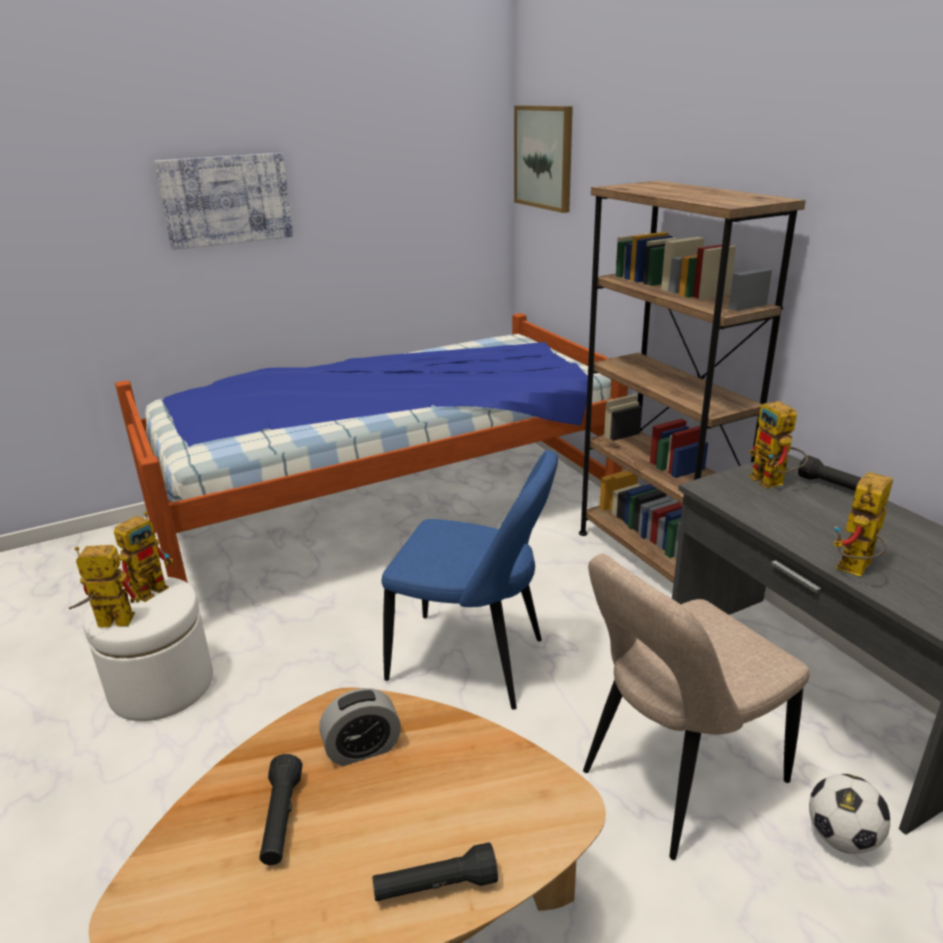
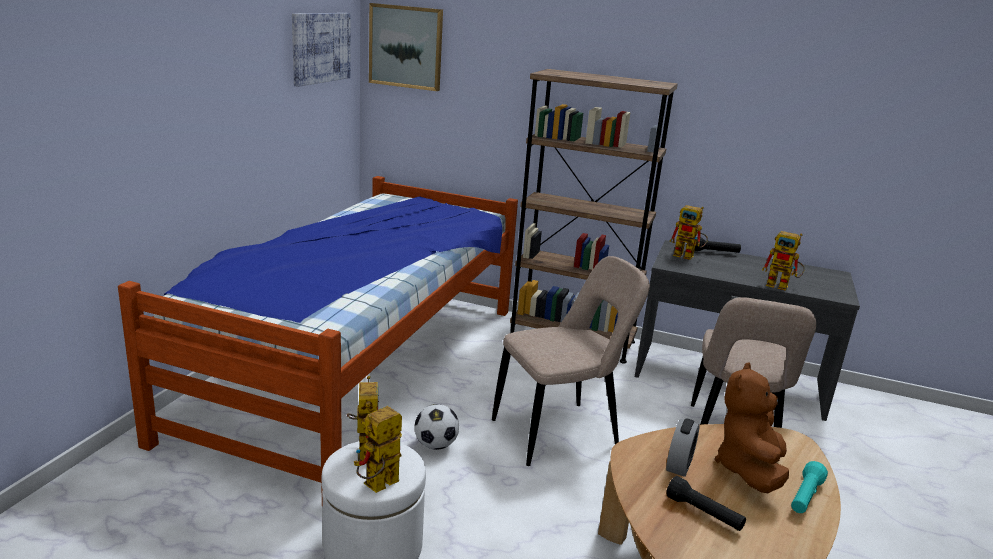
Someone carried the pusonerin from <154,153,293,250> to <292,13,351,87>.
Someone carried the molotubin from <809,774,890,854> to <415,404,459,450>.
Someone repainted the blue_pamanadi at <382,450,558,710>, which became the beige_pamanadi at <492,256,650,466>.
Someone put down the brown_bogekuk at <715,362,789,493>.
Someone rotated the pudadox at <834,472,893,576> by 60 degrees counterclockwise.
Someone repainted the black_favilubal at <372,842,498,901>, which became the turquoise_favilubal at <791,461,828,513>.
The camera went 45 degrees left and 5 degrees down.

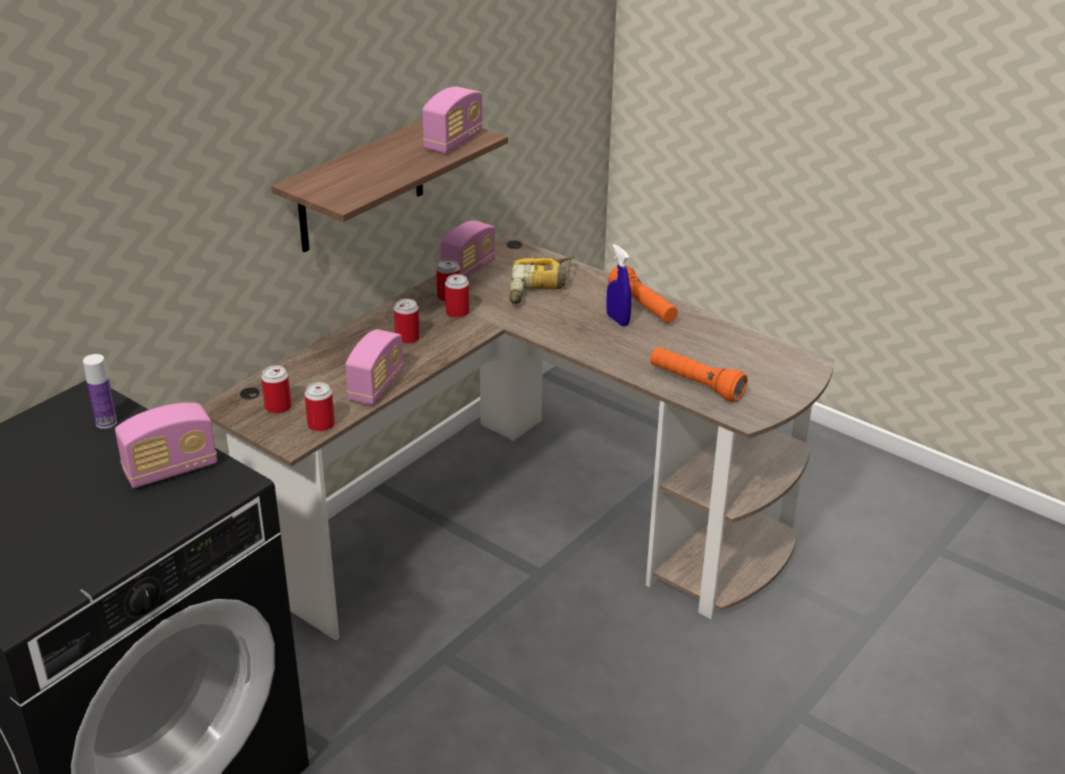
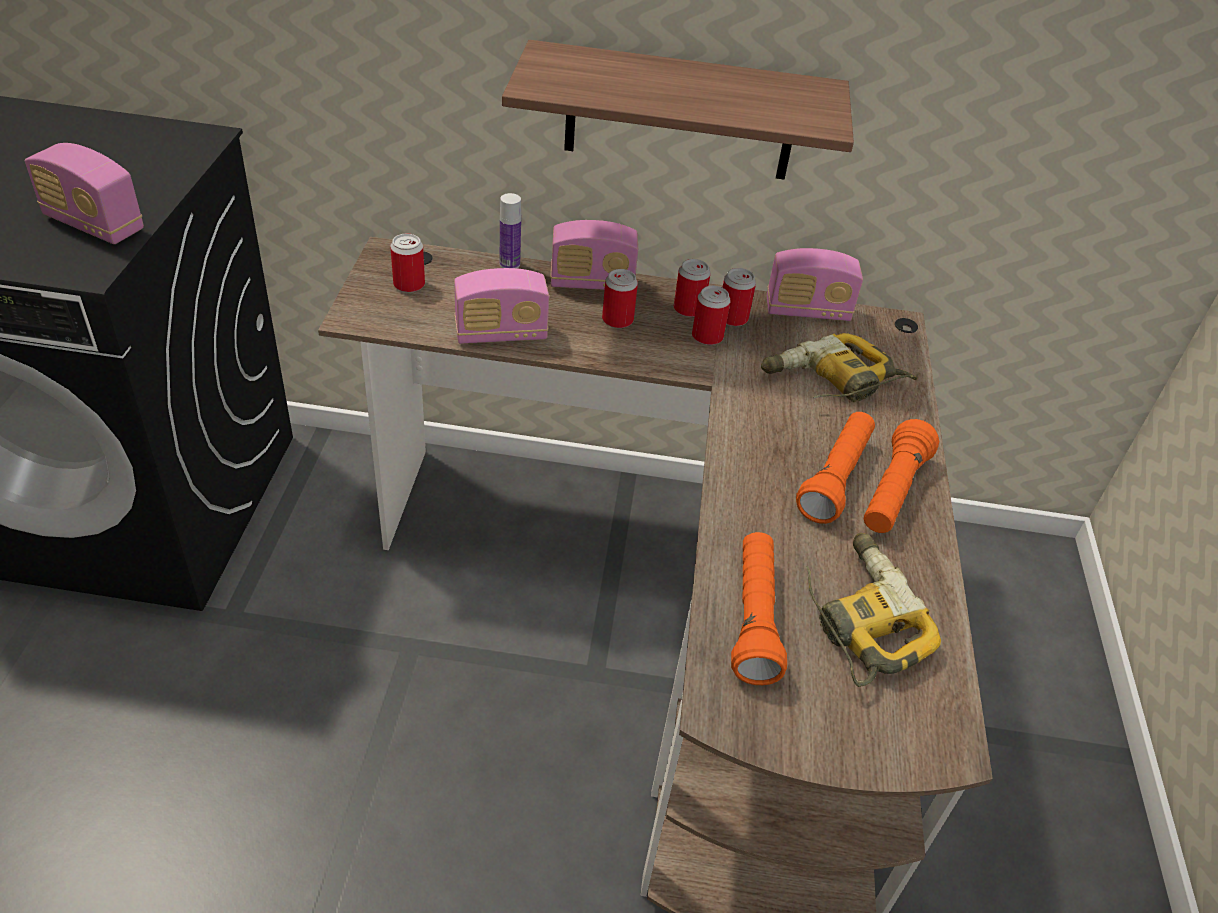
Someone carried the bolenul from <83,354,117,429> to <500,193,521,269>.
Someone carried the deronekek from <422,87,483,153> to <551,220,638,290>.
Someone carried the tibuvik from <305,382,335,432> to <674,259,711,317>.
Someone swapped the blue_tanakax at <606,244,632,326> for the orange_favilubal at <796,412,875,524>.
Someone put down the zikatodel at <806,533,941,687>.
The camera went 55 degrees right and 10 degrees up.

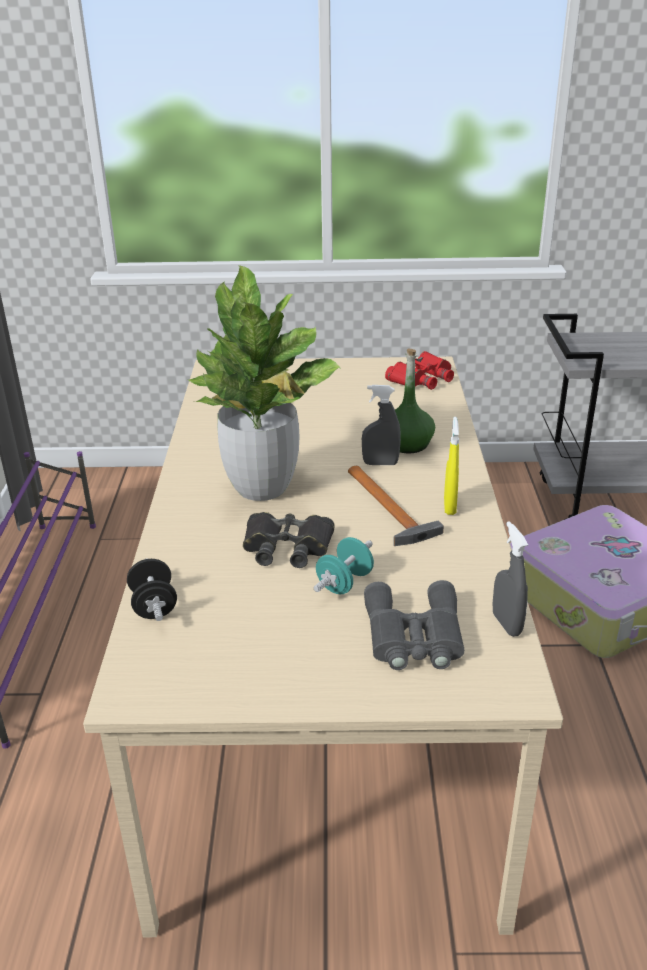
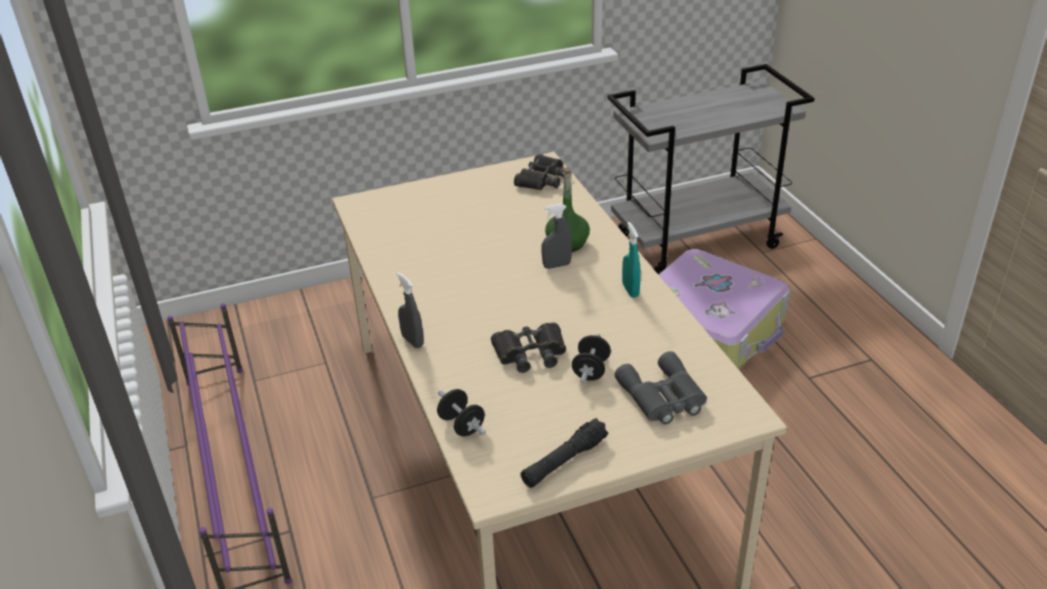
Someone carried the grey_tanakax from <493,521,528,637> to <397,272,424,348>.
Someone repainted the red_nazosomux at <385,351,454,390>, which became the black_nazosomux at <514,154,569,190>.
Someone put down the black_favilubal at <521,418,608,488>.
Someone repainted the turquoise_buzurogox at <314,537,374,594>, which became the black_buzurogox at <572,334,611,383>.
Someone repainted the yellow_tanakax at <444,417,459,515>, which became the turquoise_tanakax at <622,222,641,298>.
Someone took away the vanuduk at <188,265,340,501>.
Someone took away the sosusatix at <348,466,444,546>.
The camera went 20 degrees left and 5 degrees up.

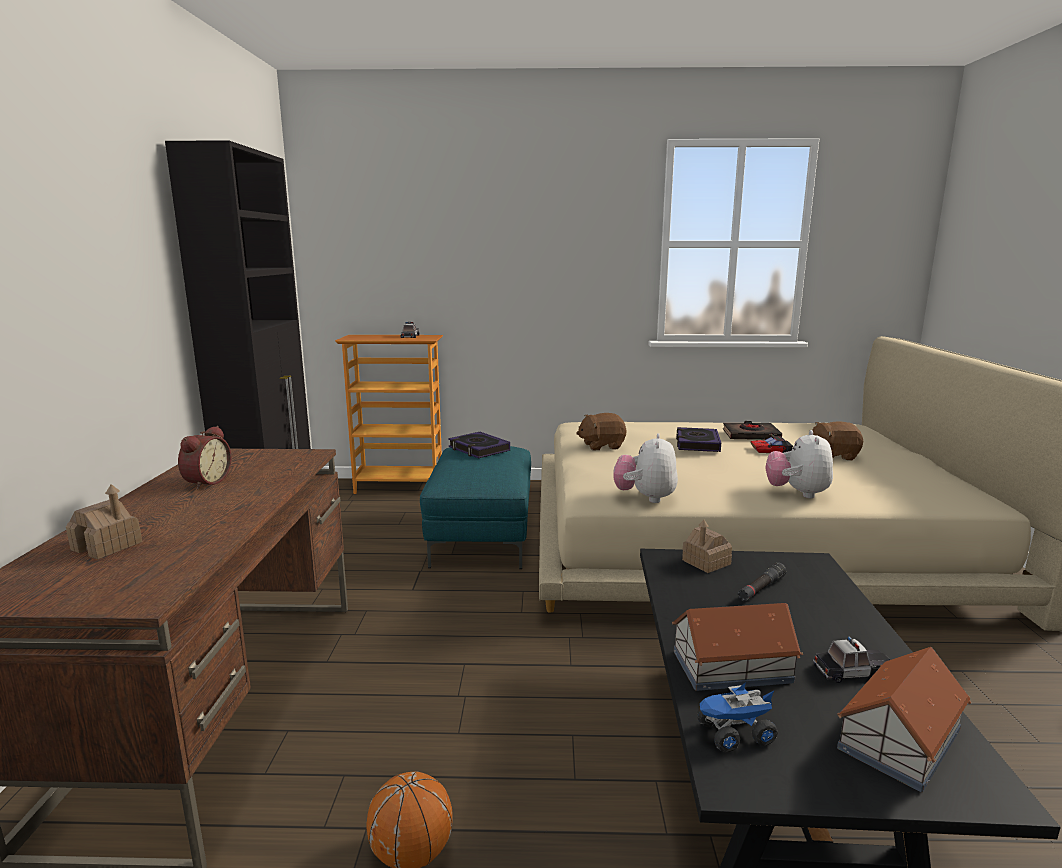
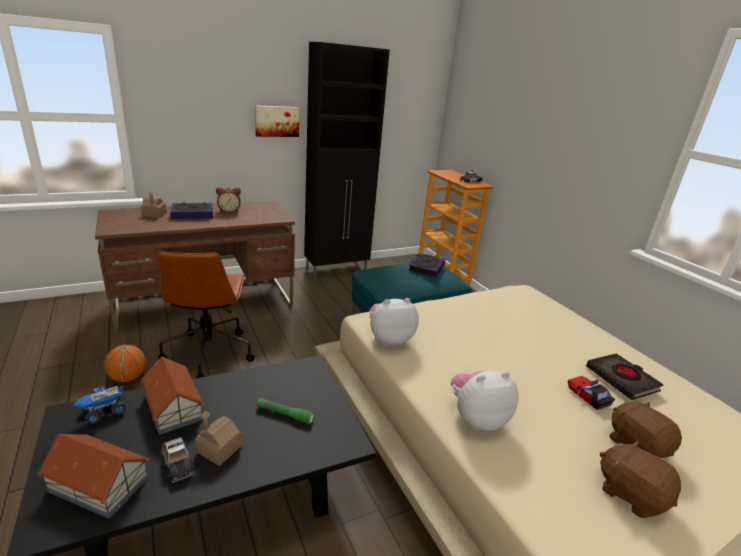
Someone rotated the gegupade at <697,682,778,753> by 90 degrees counterclockwise.
Someone put down the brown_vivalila at <157,251,255,378>.
Someone carried the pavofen from <676,427,721,452> to <170,202,213,219>.
Someone carried the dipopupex from <682,520,732,573> to <195,411,243,466>.
Someone put up the pusonerin at <255,105,299,137>.
Someone repainted the black_favilubal at <738,563,786,601>, which became the green_favilubal at <256,398,314,424>.
Someone carried the brown_bogekuk from <576,413,626,450> to <600,440,681,518>.
The camera went 60 degrees right and 10 degrees up.

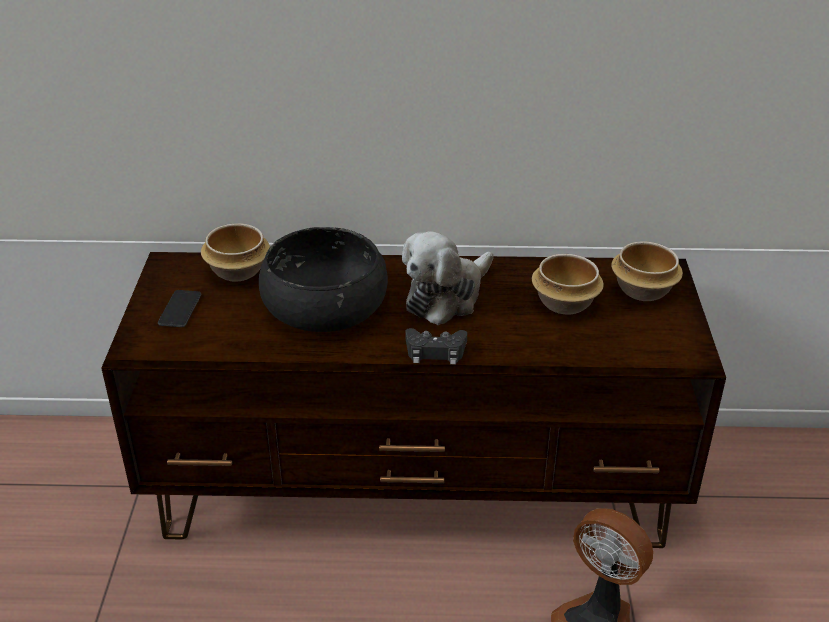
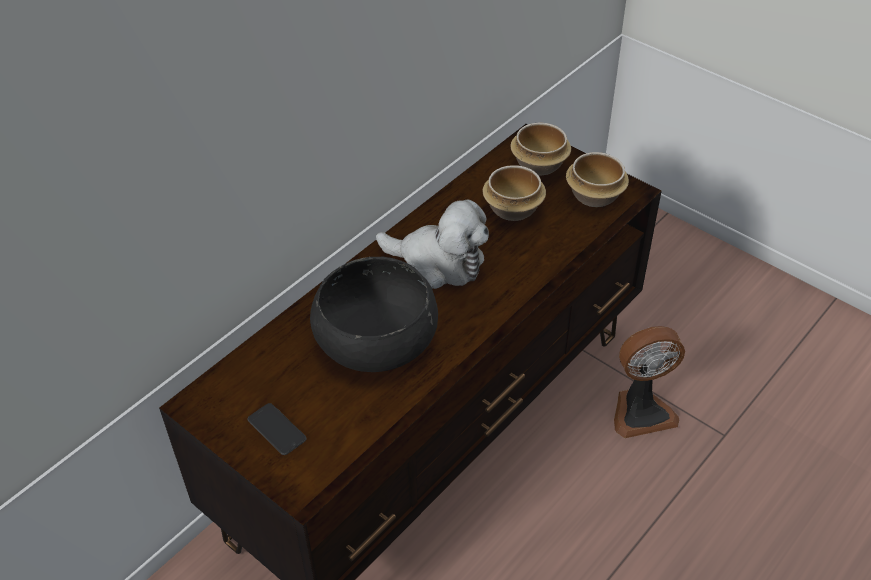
Someone rotated the bogekuk at <402,232,493,325> by 60 degrees counterclockwise.
Someone carried the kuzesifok from <201,223,270,282> to <566,152,629,207>.
Someone took away the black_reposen at <405,328,467,365>.
The camera went 50 degrees left and 10 degrees up.

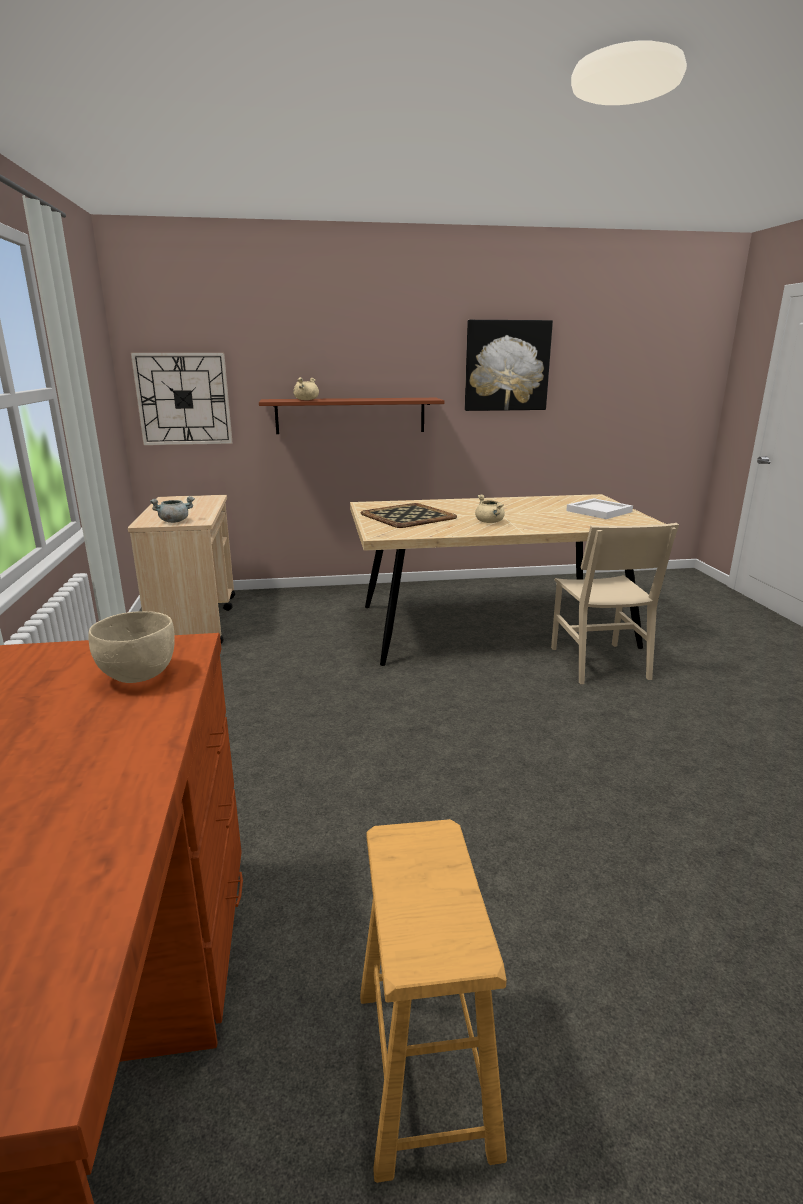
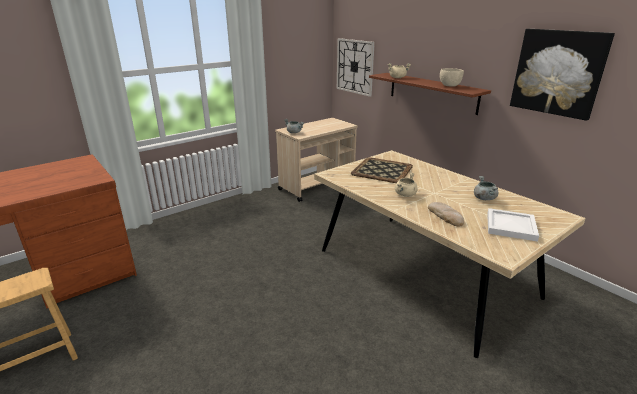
Someone put down the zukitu at <428,202,464,226>.
Someone carried the beige_kuzesifok from <89,611,175,683> to <440,68,464,87>.
Someone put down the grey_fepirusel at <474,176,498,200>.
Someone took away the beige_pamanadi at <551,523,679,684>.
The camera went 60 degrees right and 5 degrees up.

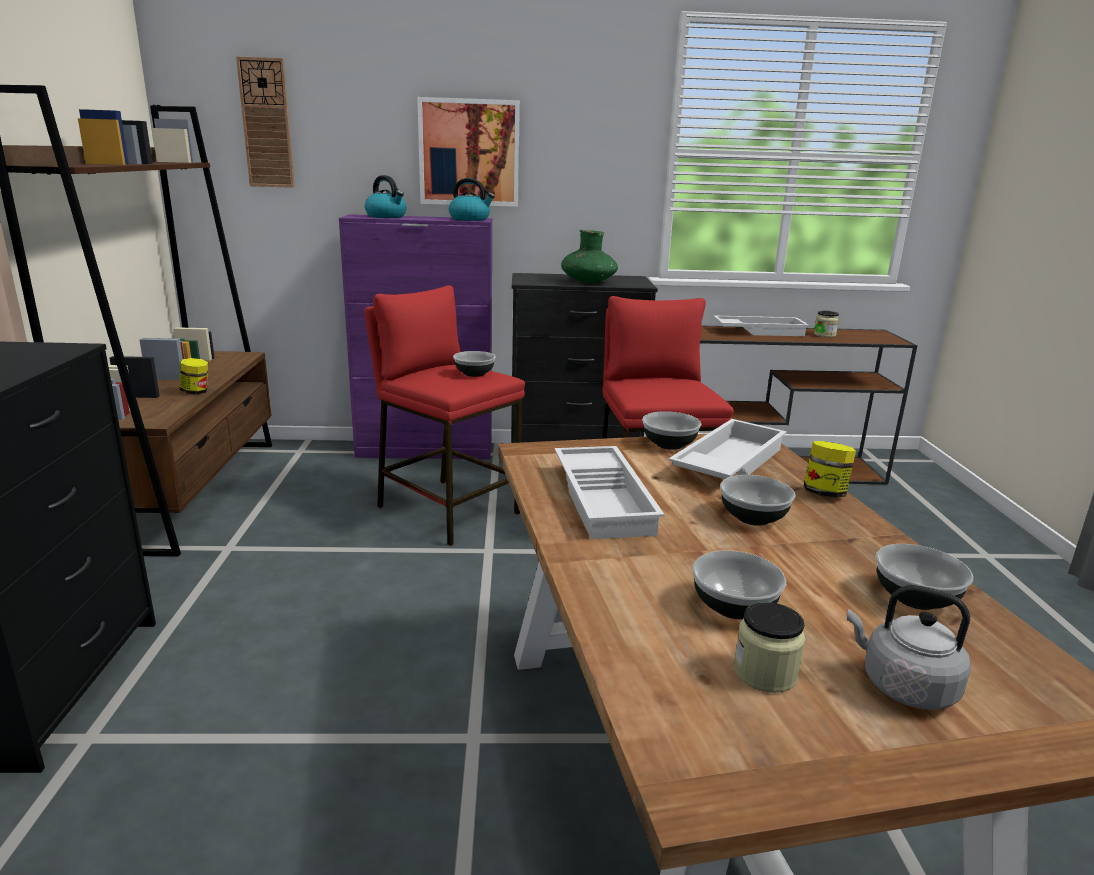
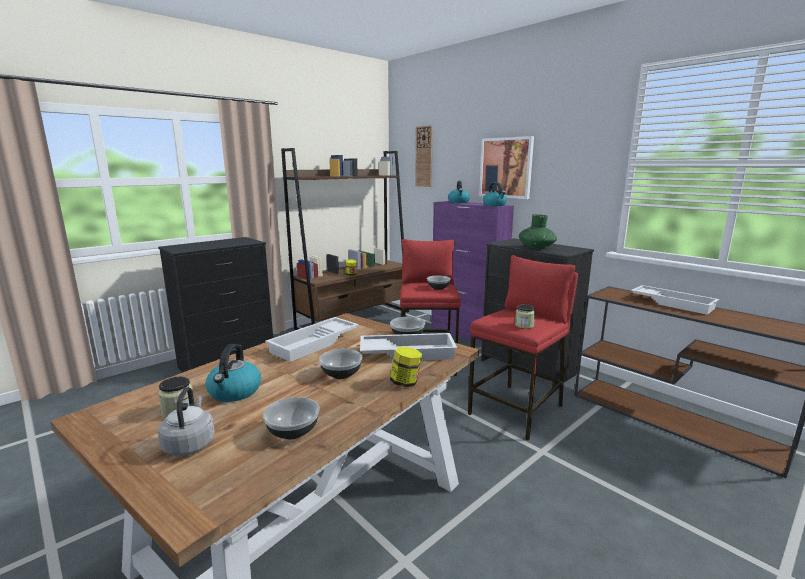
Someone swapped the kuzesifok at <692,550,786,619> for the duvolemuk at <205,344,261,402>.
Someone carried the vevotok from <814,311,839,337> to <515,304,535,329>.
The camera went 50 degrees right and 5 degrees down.

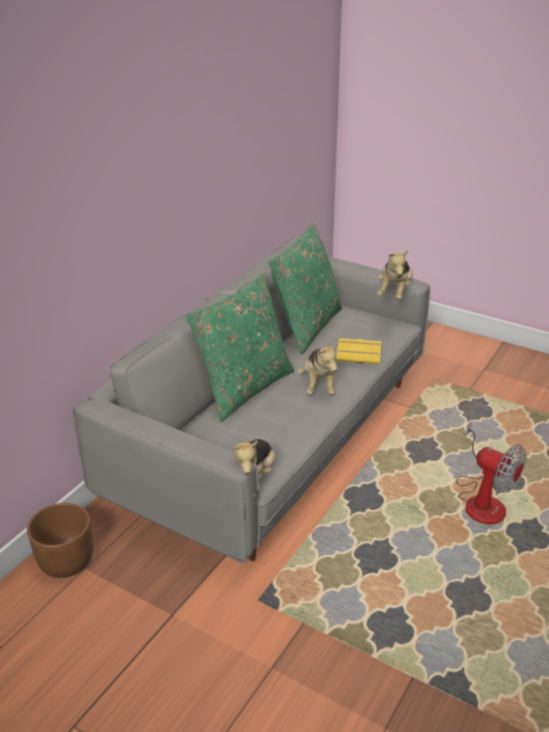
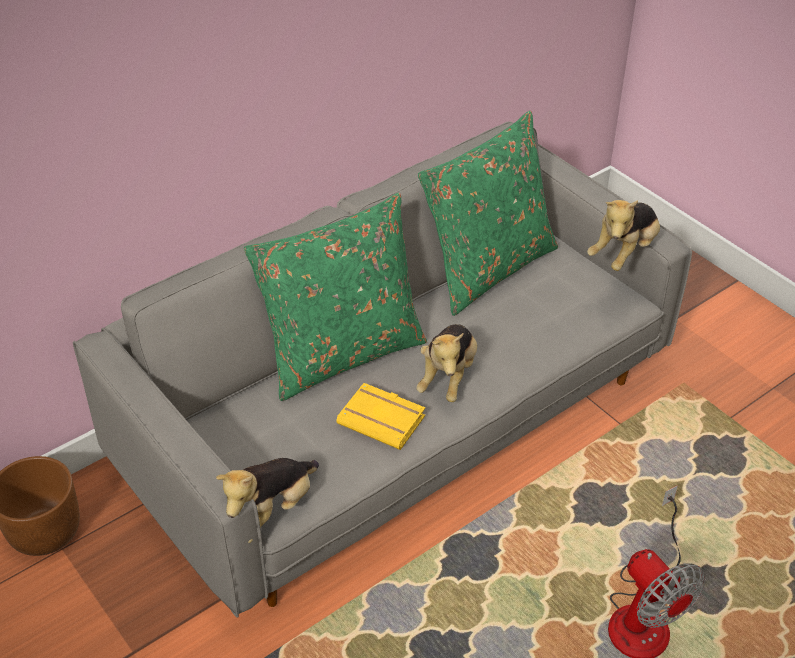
Someone carried the yellow_pavofen from <336,338,381,364> to <336,383,425,450>.
The camera went 20 degrees right and 10 degrees up.

